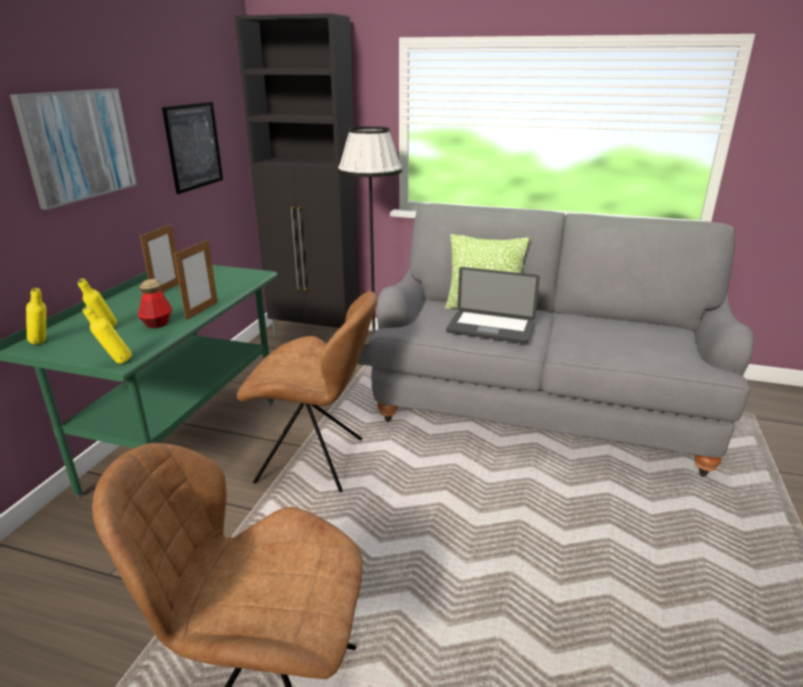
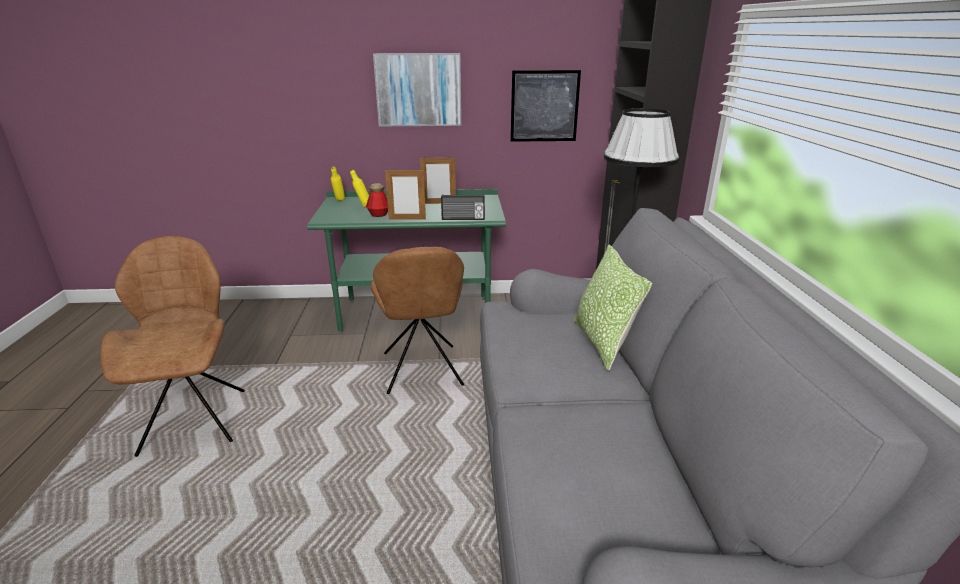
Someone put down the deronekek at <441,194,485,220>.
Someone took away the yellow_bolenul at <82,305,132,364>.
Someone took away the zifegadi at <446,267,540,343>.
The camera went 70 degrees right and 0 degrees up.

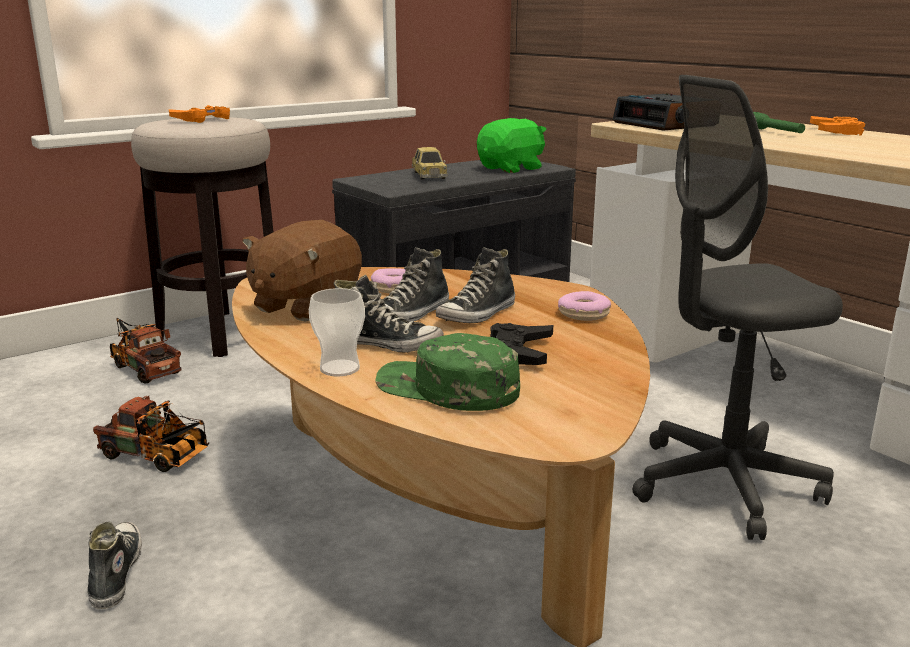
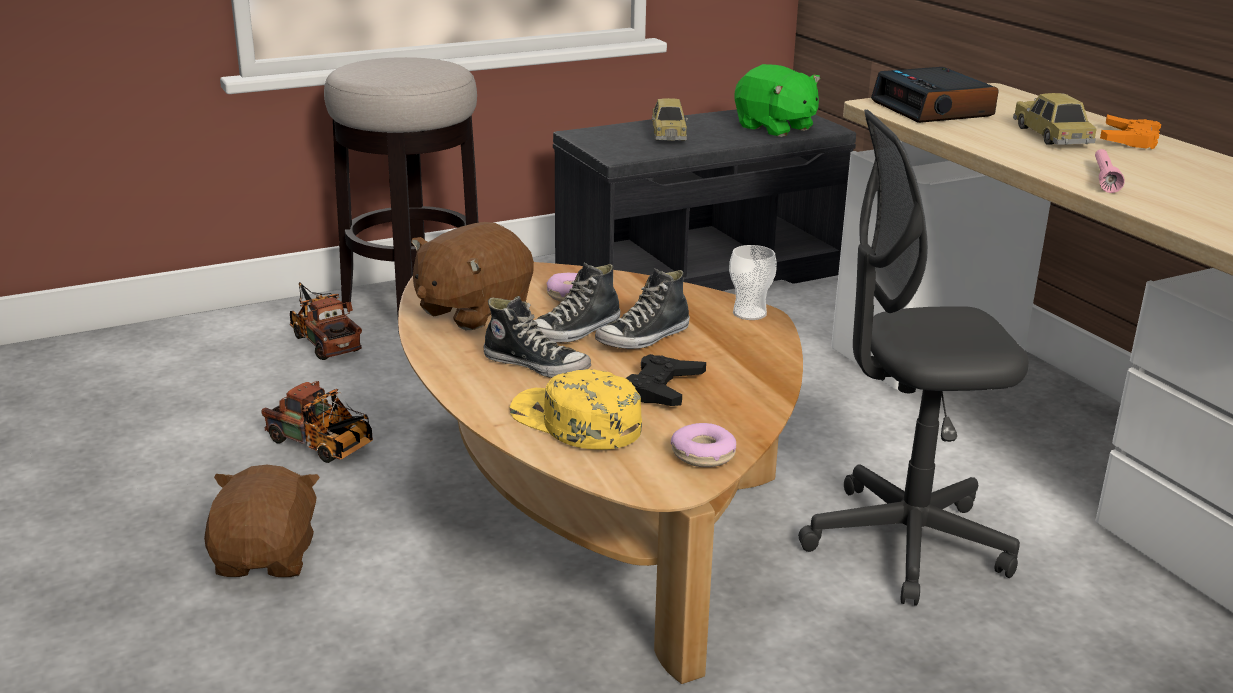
Someone swapped the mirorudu at <87,522,142,609> for the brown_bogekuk at <204,465,320,577>.
Someone repainted the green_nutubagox at <375,333,520,411>, which became the yellow_nutubagox at <509,369,642,450>.
Someone carried the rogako from <558,291,611,321> to <671,423,736,467>.
Someone carried the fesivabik from <309,288,365,376> to <729,245,777,320>.
Someone rotated the green_bogekuk at <477,118,546,173> by 75 degrees clockwise.
Someone swapped the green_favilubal at <753,112,805,133> for the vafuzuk at <1013,93,1097,145>.
Someone put down the pink_favilubal at <1095,149,1125,193>.
Someone took away the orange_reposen at <169,105,230,123>.
The camera went 10 degrees right and 5 degrees up.

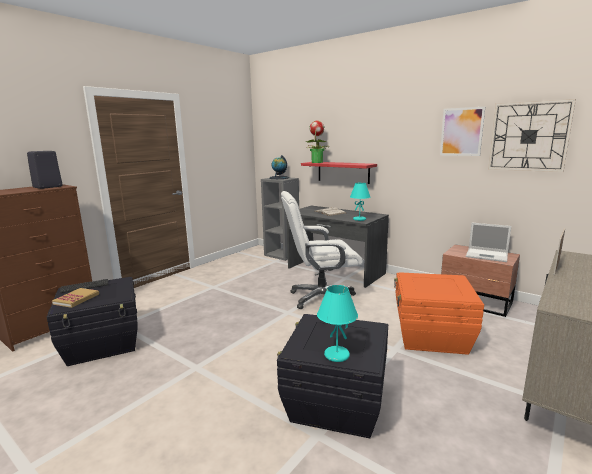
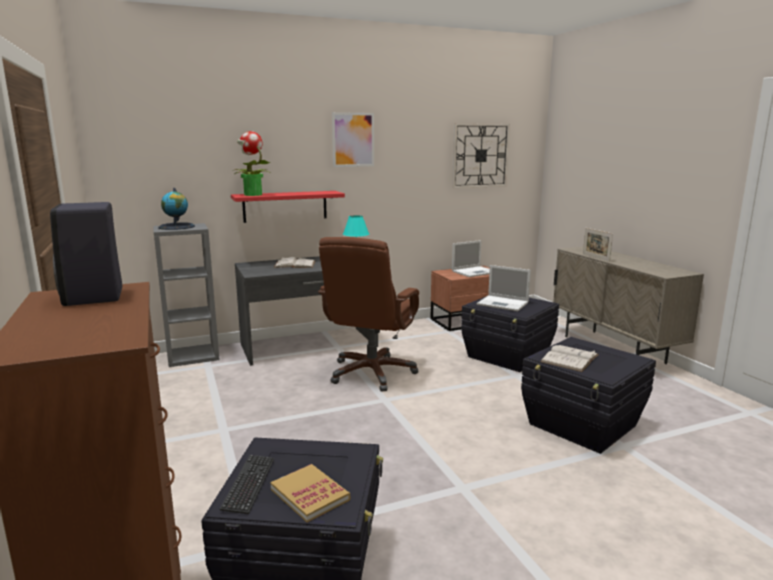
Someone repainted the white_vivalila at <281,191,363,309>, which became the brown_vivalila at <318,237,419,392>.
Someone carried the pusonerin from <440,107,485,156> to <332,112,374,167>.
Someone repainted the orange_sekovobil at <394,272,484,355>, which became the black_sekovobil at <461,296,559,372>.
Someone put down the zifegadi at <477,265,531,311>.
Someone put down the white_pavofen at <540,345,599,372>.
Someone took away the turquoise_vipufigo at <317,285,358,362>.
The camera went 60 degrees left and 0 degrees up.

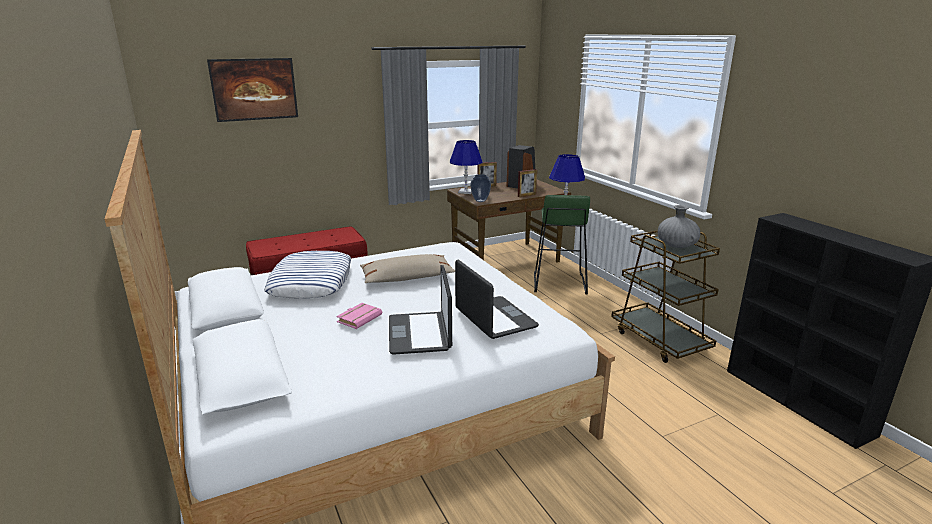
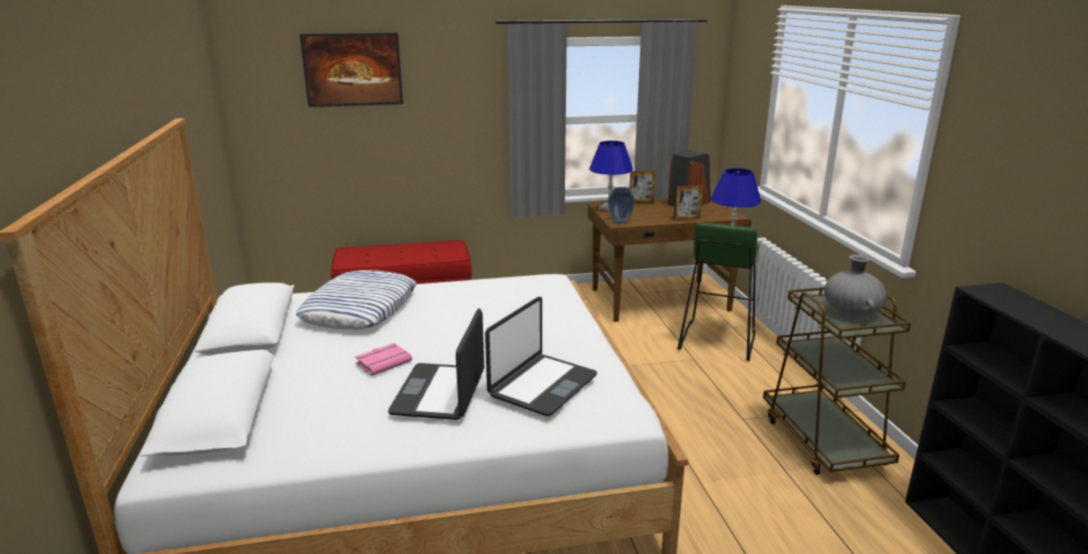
Someone rotated the zifegadi at <455,260,539,339> by 45 degrees clockwise.
Someone took away the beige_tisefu at <360,254,455,283>.
The camera went 15 degrees right and 0 degrees up.

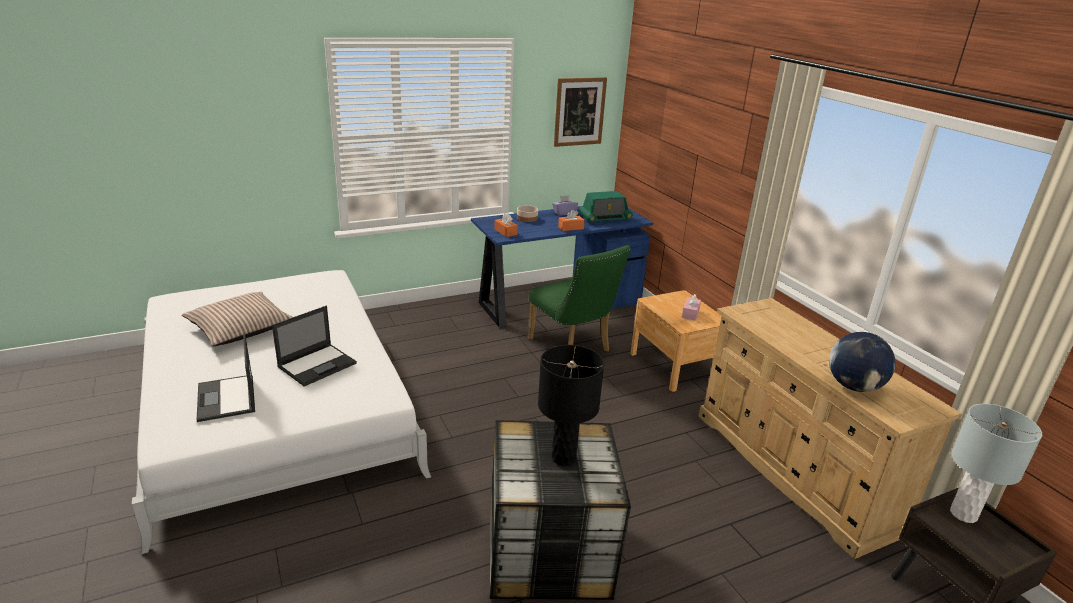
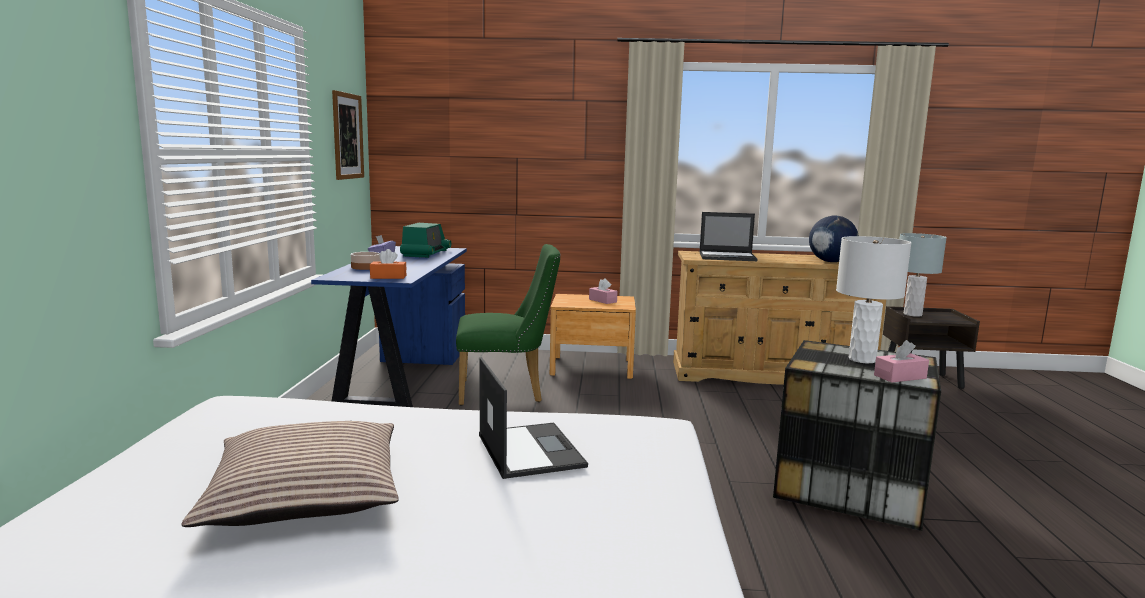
Someone carried the zifegadi from <197,334,255,422> to <699,212,758,261>.
Someone repainted the black_vipufigo at <538,345,604,466>, which became the white_vipufigo at <836,236,912,364>.
Someone put down the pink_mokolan at <874,340,929,383>.
Someone took away the orange_mokolan at <558,210,585,231>.
The camera went 60 degrees left and 15 degrees down.

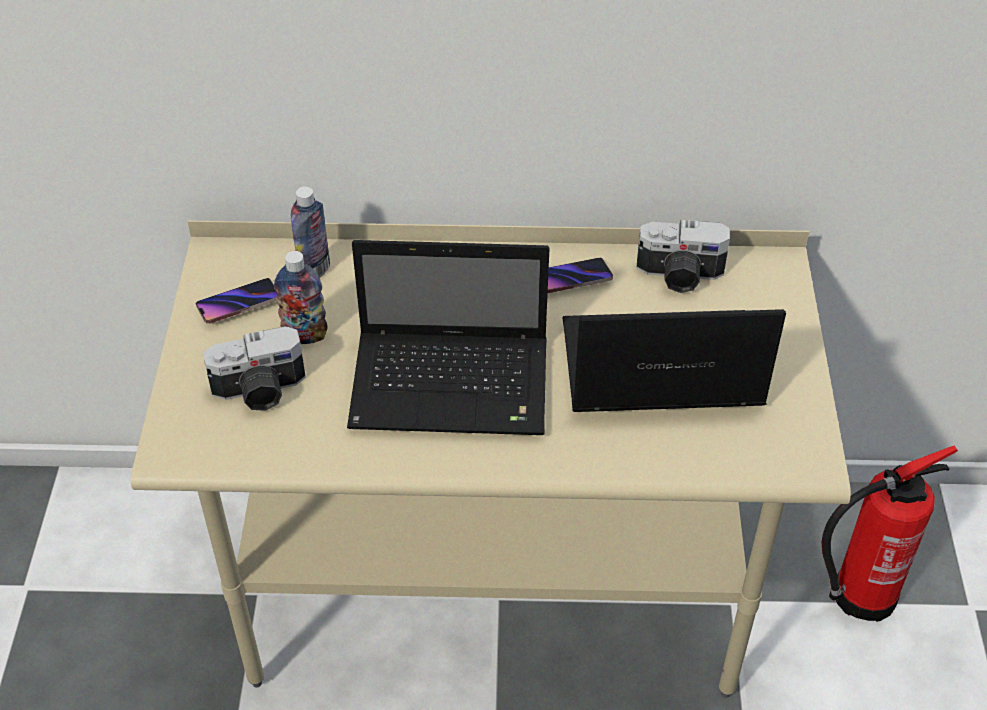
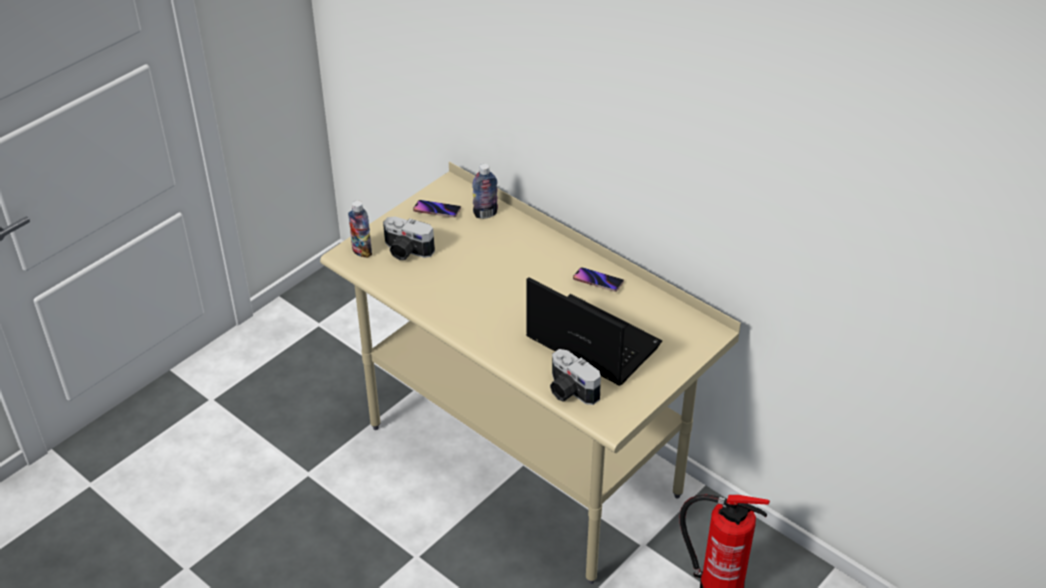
Someone carried the bolenul from <274,251,328,344> to <348,201,372,258>.
Someone carried the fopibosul from <637,220,730,293> to <550,349,601,405>.
Someone took away the zifegadi at <347,240,549,435>.
The camera went 40 degrees right and 5 degrees down.

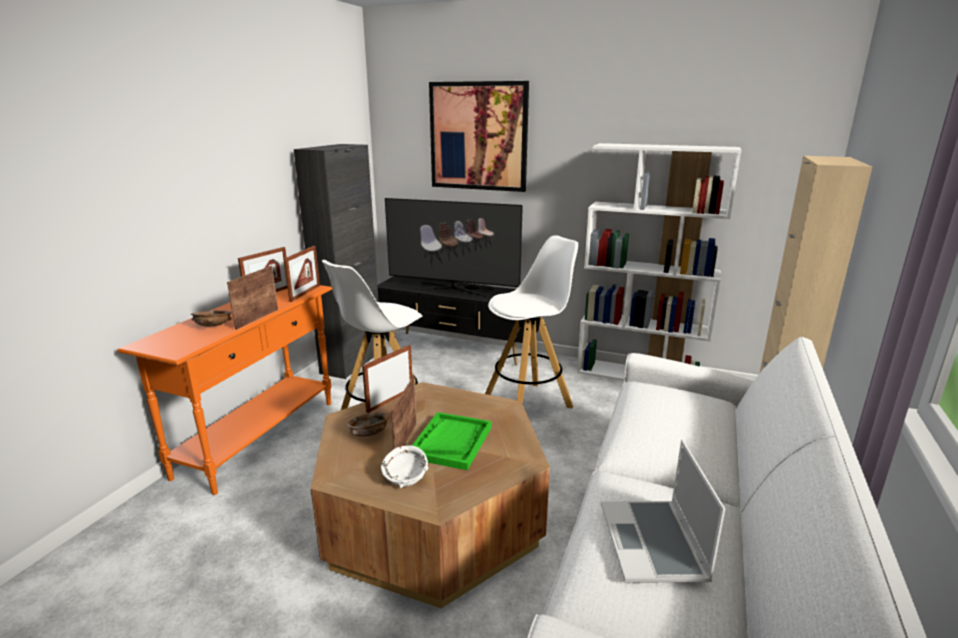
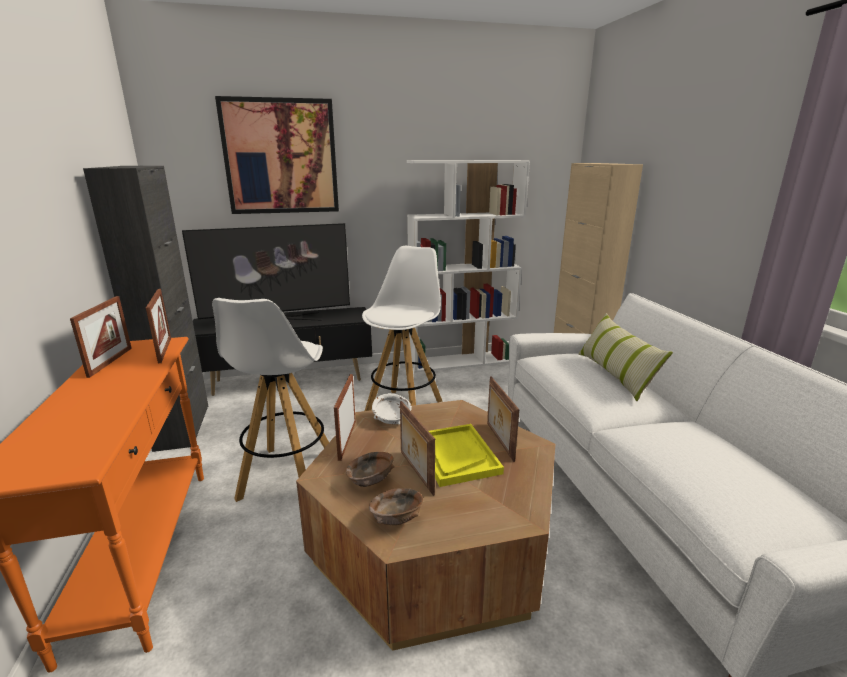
Someone carried the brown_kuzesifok from <191,311,232,327> to <369,488,423,525>.
Someone carried the white_kuzesifok from <381,446,428,488> to <372,393,412,425>.
Someone repainted the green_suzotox at <412,412,492,470>, which became the yellow_suzotox at <429,424,504,487>.
Someone carried the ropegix from <227,266,278,330> to <487,376,519,462>.
Someone put down the tisefu at <578,313,673,401>.
Someone took away the zifegadi at <601,440,725,583>.
The camera went 35 degrees left and 0 degrees up.

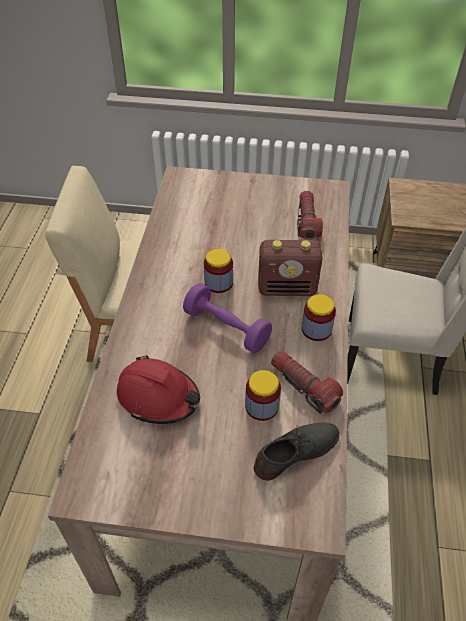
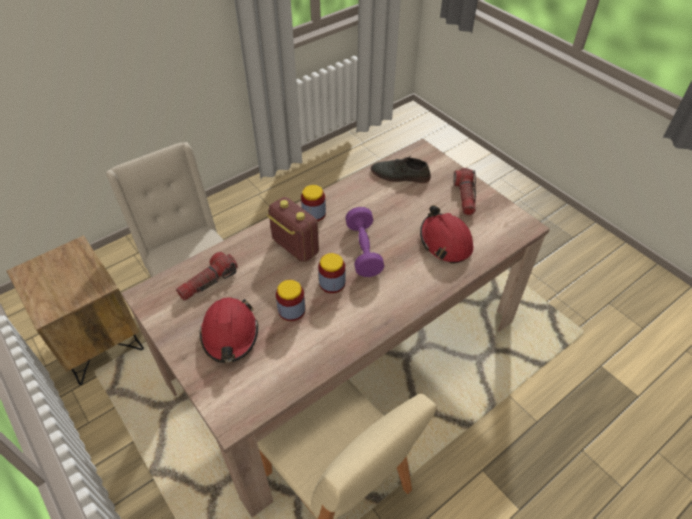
Someone put down the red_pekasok at <199,297,258,363>.
Someone carried the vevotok from <245,370,281,421> to <276,280,305,321>.
Someone carried the favilubal from <271,351,343,414> to <453,168,476,215>.
The camera went 135 degrees left and 0 degrees up.

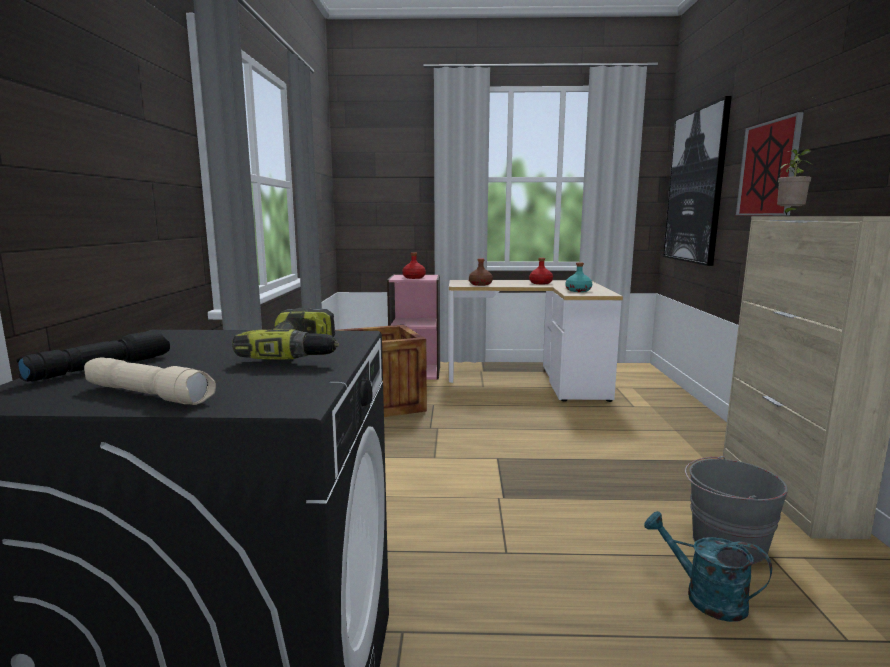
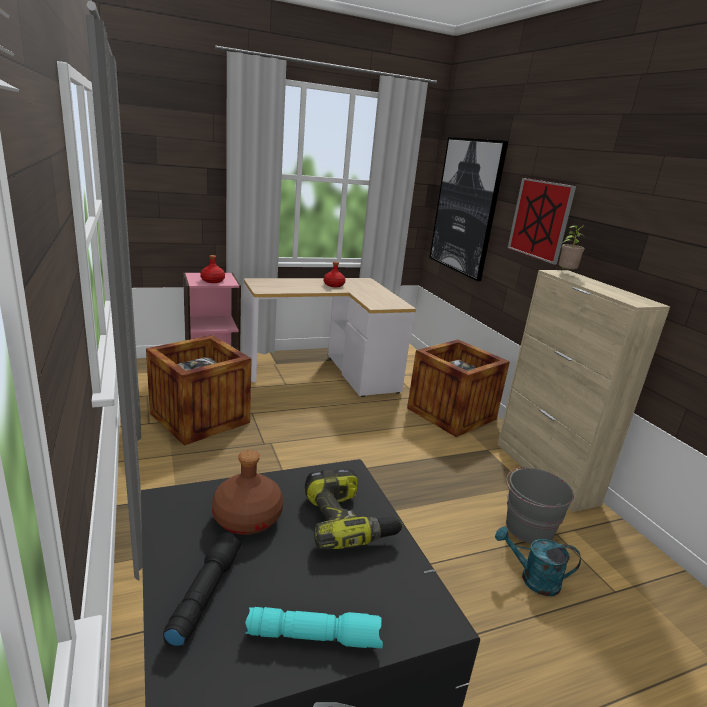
Someone carried the brown_bolenul from <469,258,493,286> to <212,450,283,535>.
Someone repainted the beige_favilubal at <84,357,216,405>, which became the turquoise_favilubal at <245,607,383,649>.
Someone put down the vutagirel at <407,340,510,437>.
Someone took away the turquoise_bolenul at <565,262,592,292>.
The camera went 25 degrees left and 10 degrees up.

